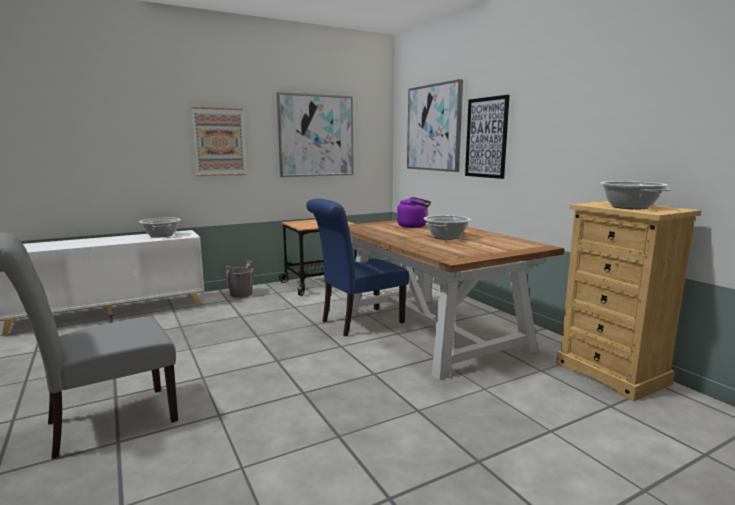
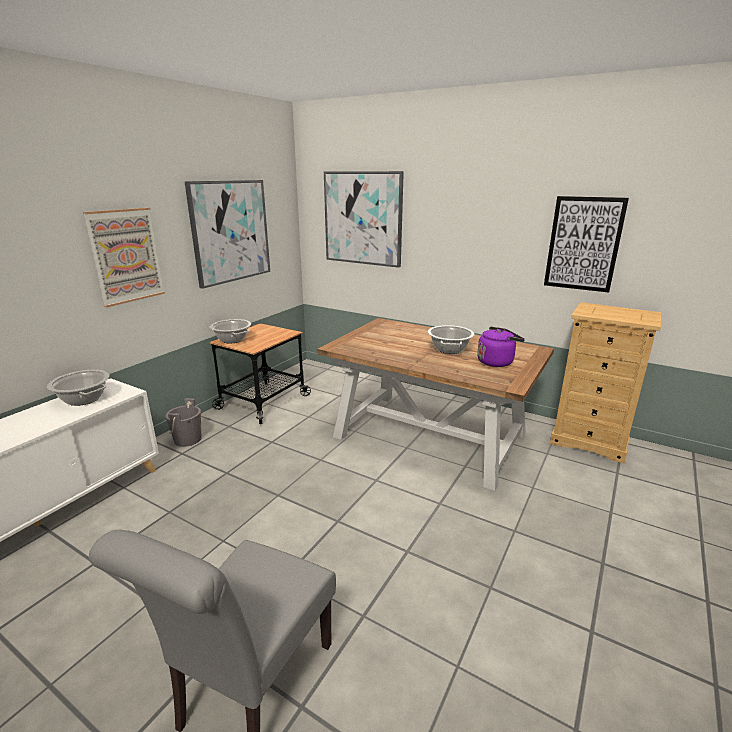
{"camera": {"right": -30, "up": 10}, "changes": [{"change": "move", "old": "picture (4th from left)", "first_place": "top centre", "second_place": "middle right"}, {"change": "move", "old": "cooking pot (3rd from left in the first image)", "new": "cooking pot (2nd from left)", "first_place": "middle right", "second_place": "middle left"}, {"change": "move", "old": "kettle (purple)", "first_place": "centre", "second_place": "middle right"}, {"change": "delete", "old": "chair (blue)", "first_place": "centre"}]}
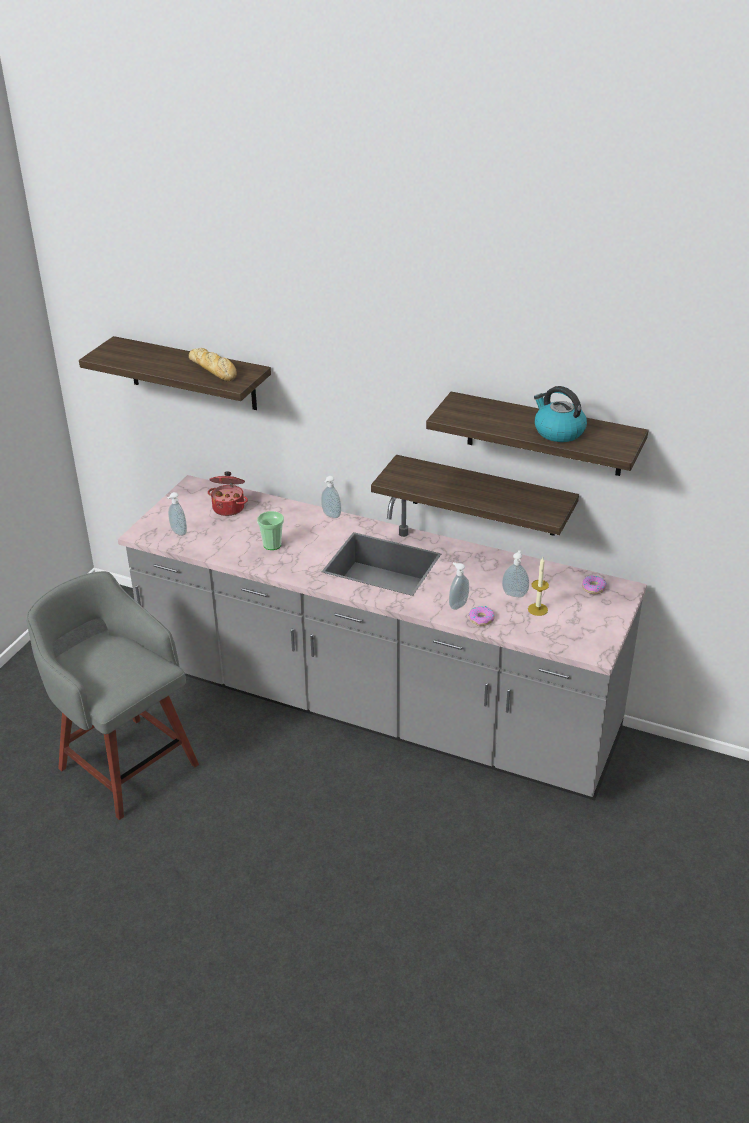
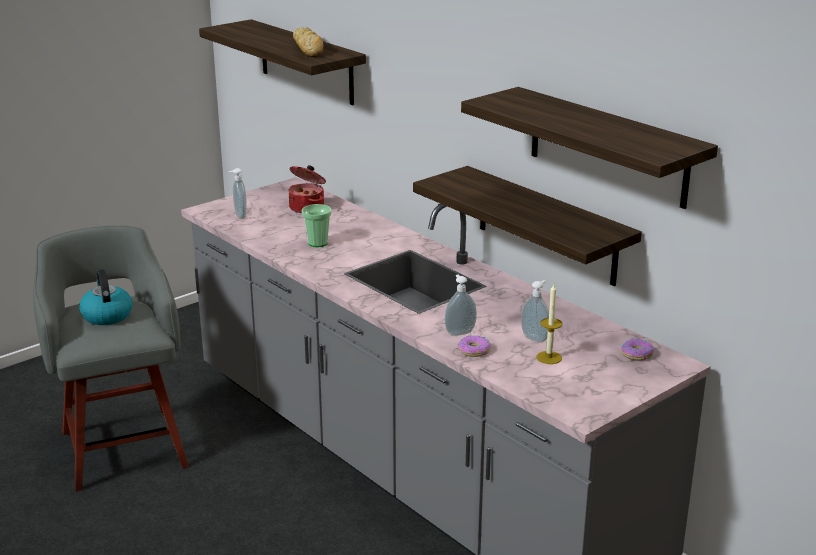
{"camera": {"right": 25, "up": -10}, "changes": [{"change": "move", "old": "kettle", "first_place": "middle right", "second_place": "middle left"}, {"change": "delete", "old": "soap dispenser (2nd from left)", "first_place": "centre"}]}
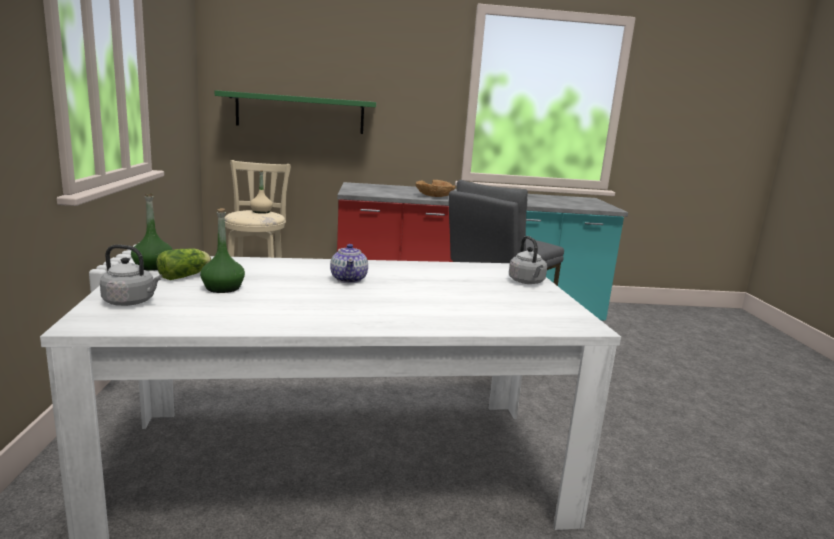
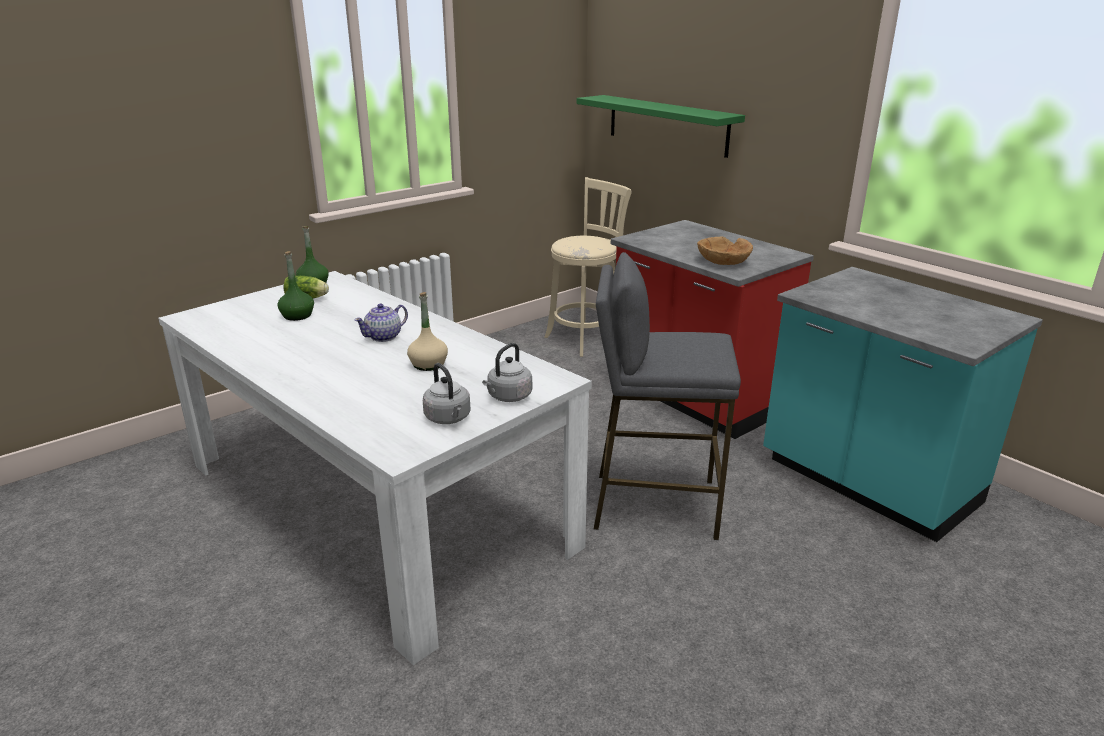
{"camera": {"right": 55, "up": 10}, "changes": [{"change": "move", "old": "bottle (beige)", "first_place": "middle left", "second_place": "centre"}, {"change": "move", "old": "kettle (grey) (1st from left)", "first_place": "middle left", "second_place": "centre"}]}
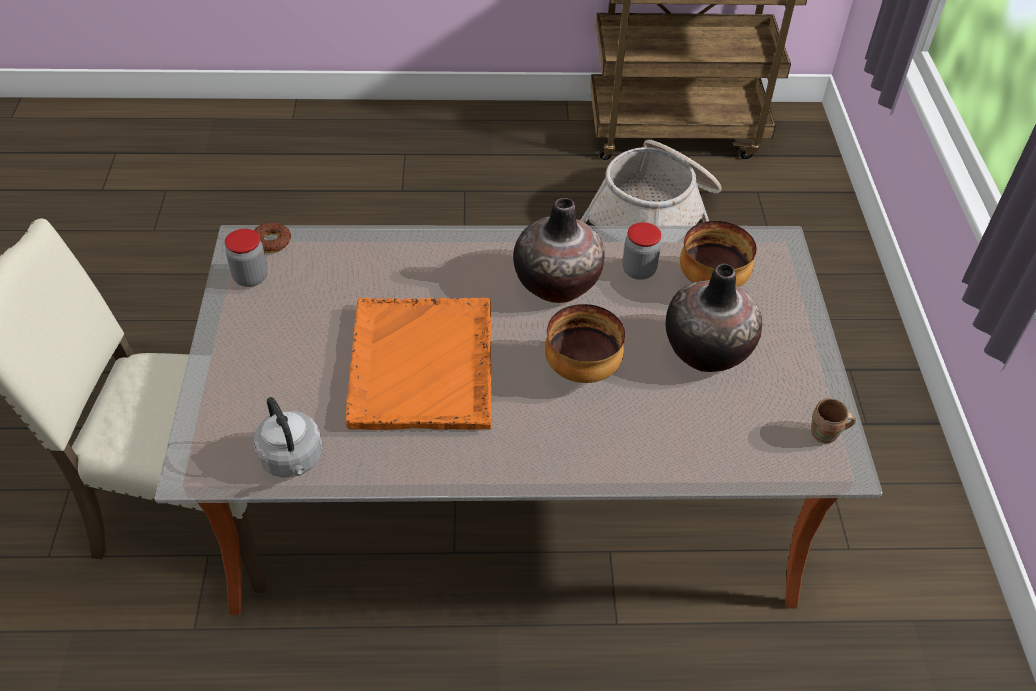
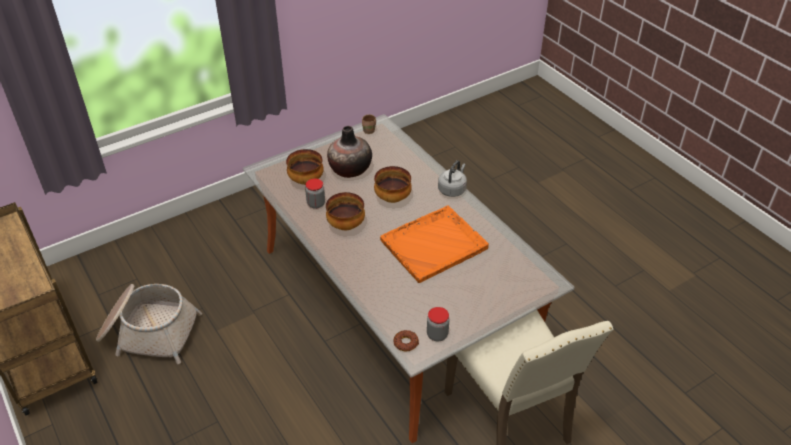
{"camera": {"right": -120, "up": -5}, "changes": [{"change": "replace", "old": "vase (1st from left)", "new": "bowl (2nd from left)", "first_place": "centre", "second_place": "centre"}, {"change": "move", "old": "kettle (grey)", "first_place": "middle left", "second_place": "centre"}]}
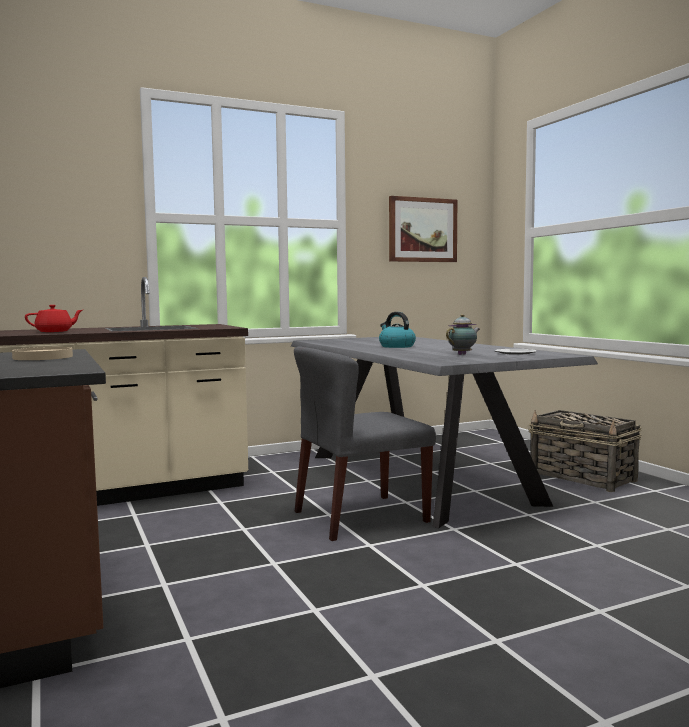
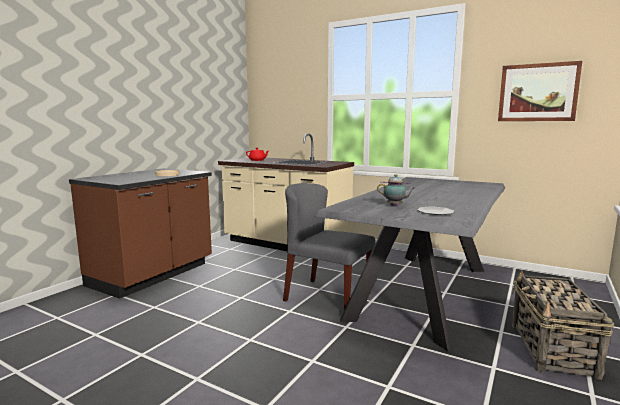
{"camera": {"right": 55, "up": 5}, "changes": [{"change": "delete", "old": "kettle", "first_place": "centre"}]}
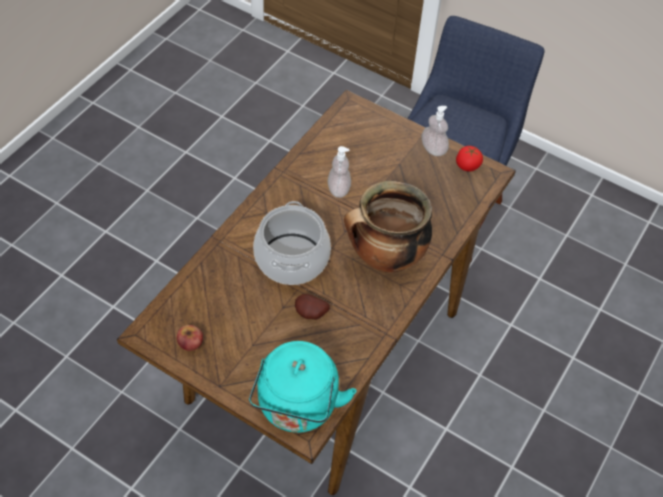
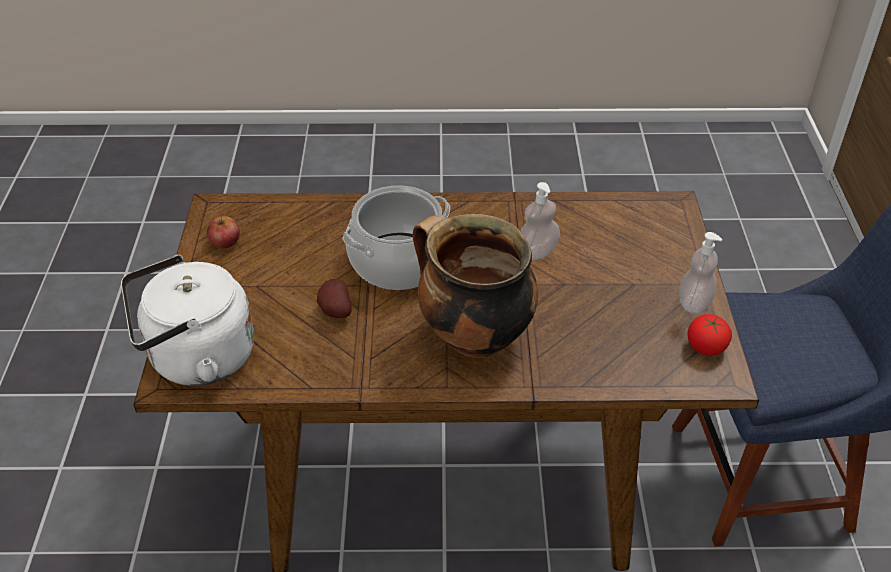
{"camera": {"right": 60, "up": -10}, "changes": [{"change": "recolor", "old": "kettle (turquoise)", "new": "kettle (white)", "first_place": "bottom centre", "second_place": "middle left"}]}
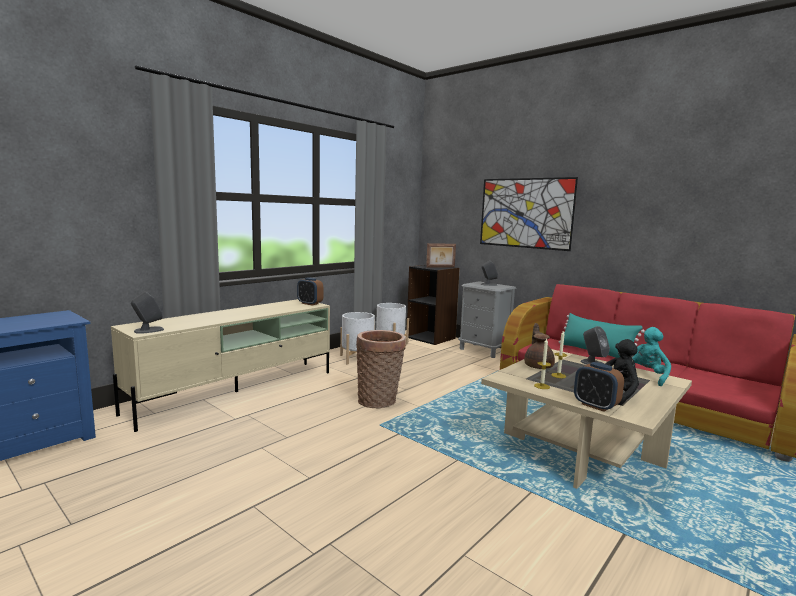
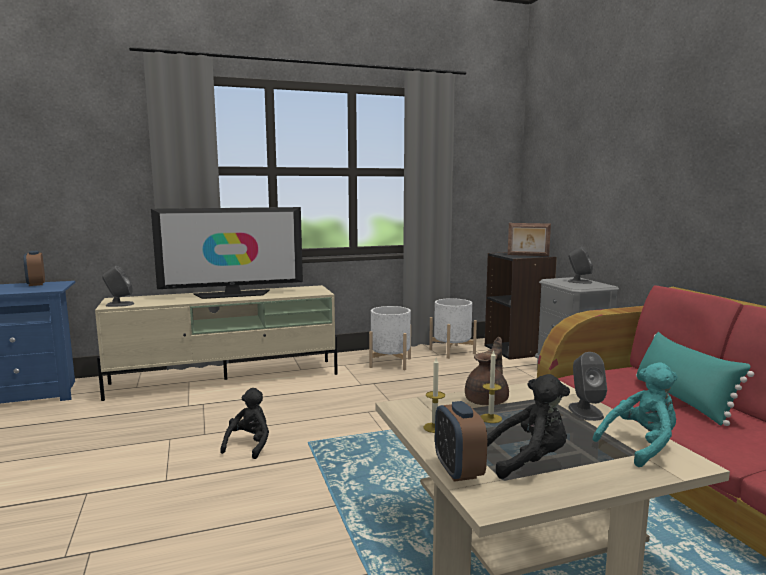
{"camera": {"right": 30, "up": 0}, "changes": [{"change": "delete", "old": "picture", "first_place": "centre"}, {"change": "move", "old": "alarm clock (1st from left)", "first_place": "centre", "second_place": "middle left"}, {"change": "delete", "old": "basket", "first_place": "centre"}, {"change": "insert", "new": "television", "second_place": "middle left"}, {"change": "insert", "new": "plush toy (black) (1st from left)", "second_place": "bottom left"}]}
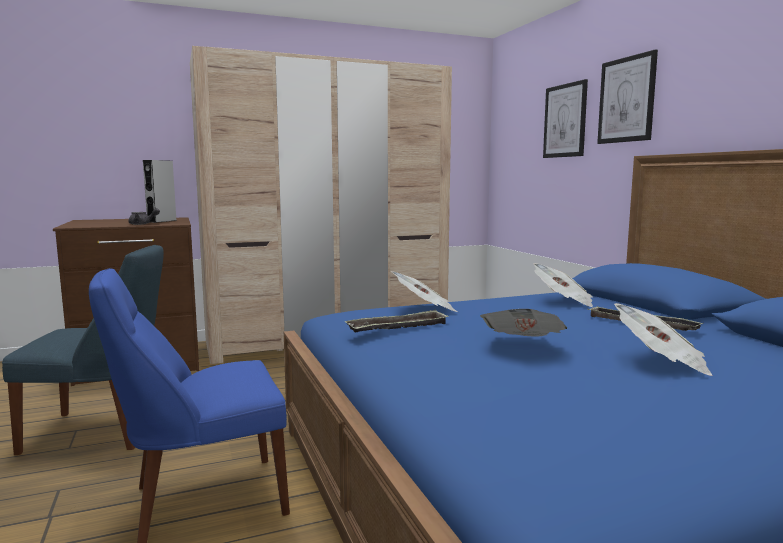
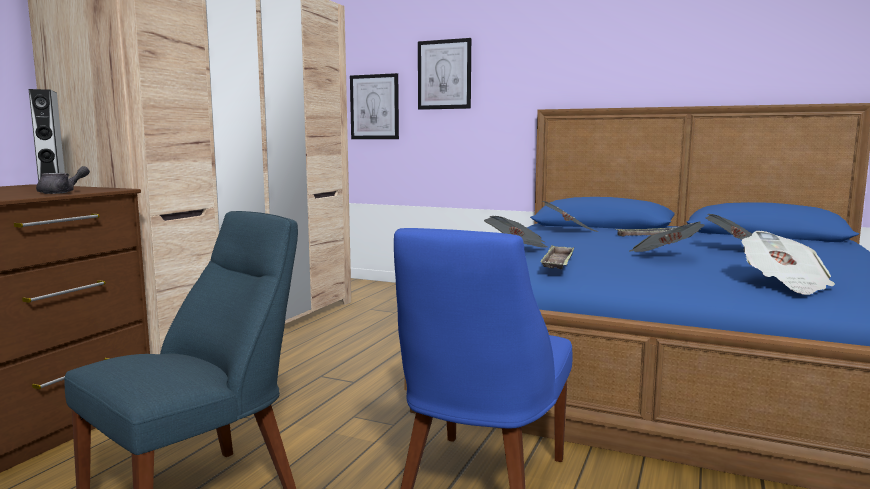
{"camera": {"right": -45, "up": 0}, "changes": [{"change": "move", "old": "picture (2nd from left in the first image)", "new": "picture (1st from left)", "first_place": "top right", "second_place": "top centre"}, {"change": "insert", "new": "newspaper (5th from left)", "second_place": "middle right"}]}
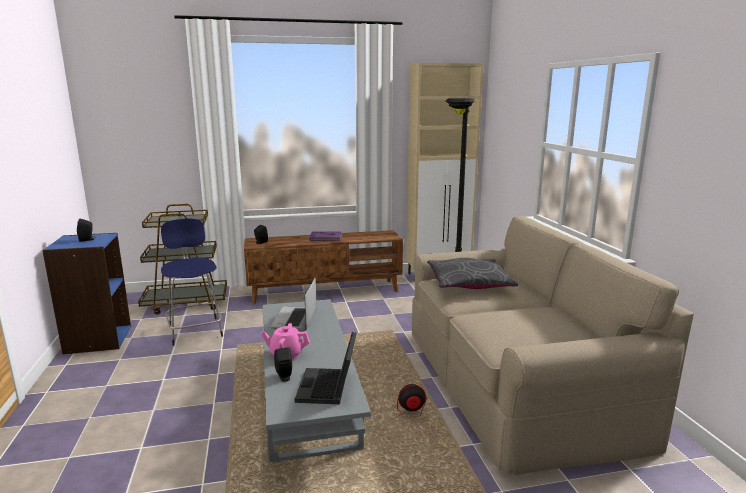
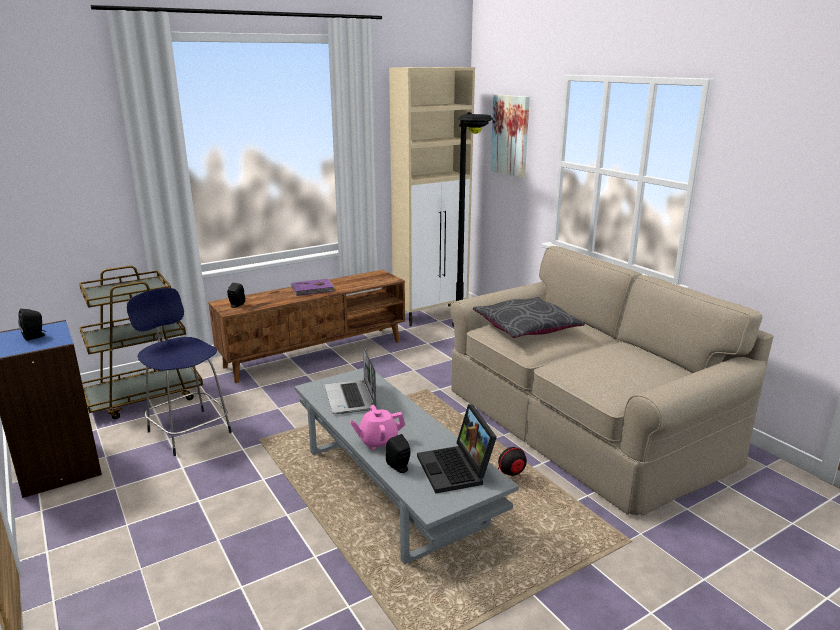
{"camera": {"right": -20, "up": 5}, "changes": [{"change": "insert", "new": "picture", "second_place": "top centre"}]}
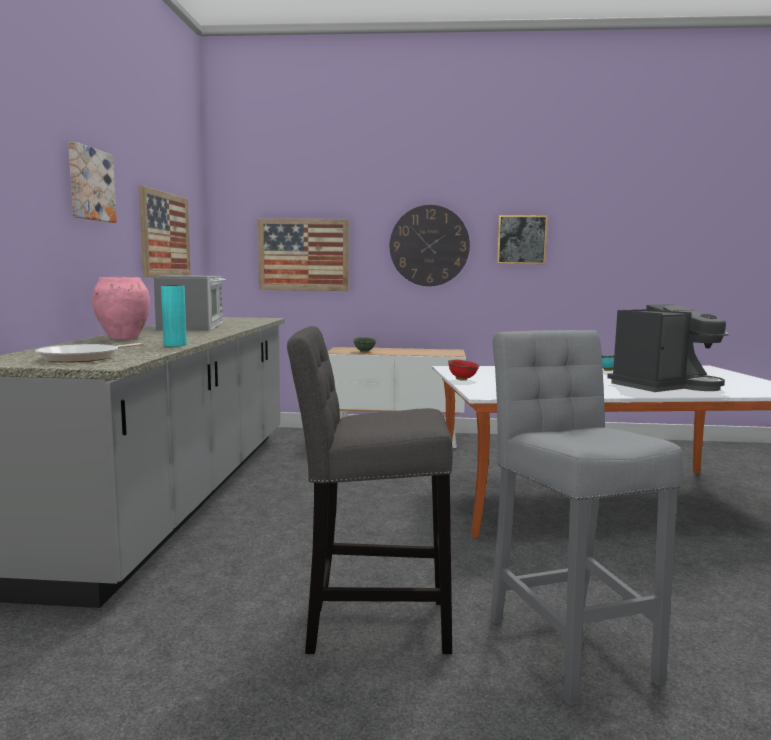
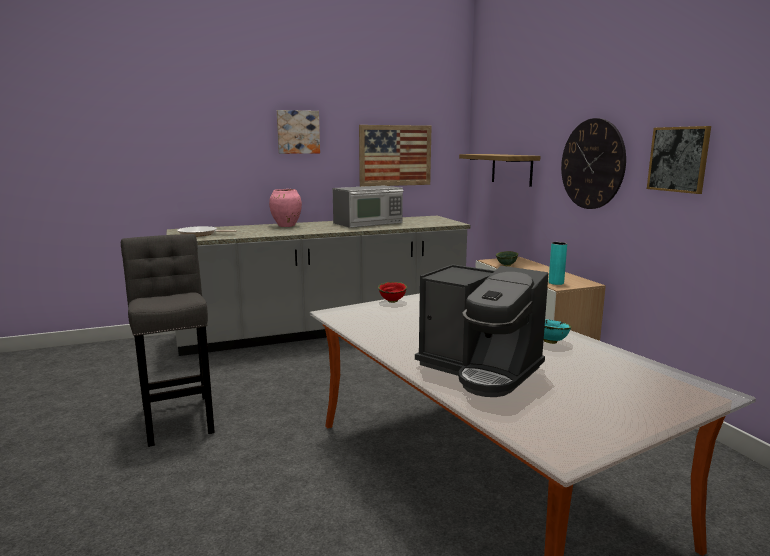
{"camera": {"right": 65, "up": 5}, "changes": [{"change": "replace", "old": "picture (3rd from left)", "new": "shelf", "first_place": "centre", "second_place": "top centre"}, {"change": "move", "old": "vase (turquoise)", "first_place": "middle left", "second_place": "middle right"}, {"change": "delete", "old": "stool (grey) (2nd from left)", "first_place": "bottom right"}]}
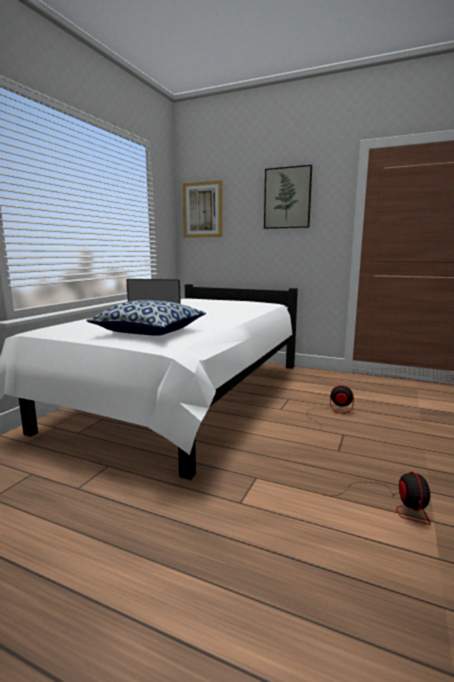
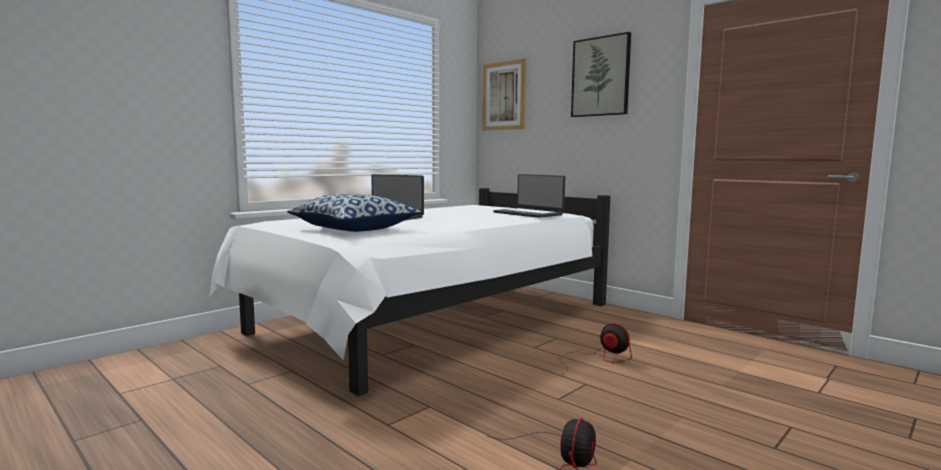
{"camera": {"right": 20, "up": -5}, "changes": [{"change": "insert", "new": "laptop (2nd from left)", "second_place": "centre"}]}
